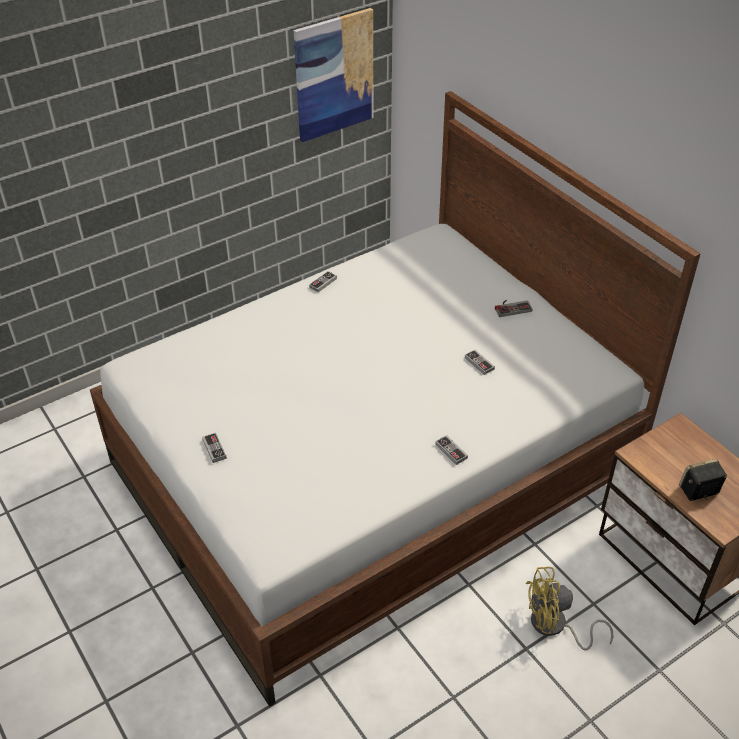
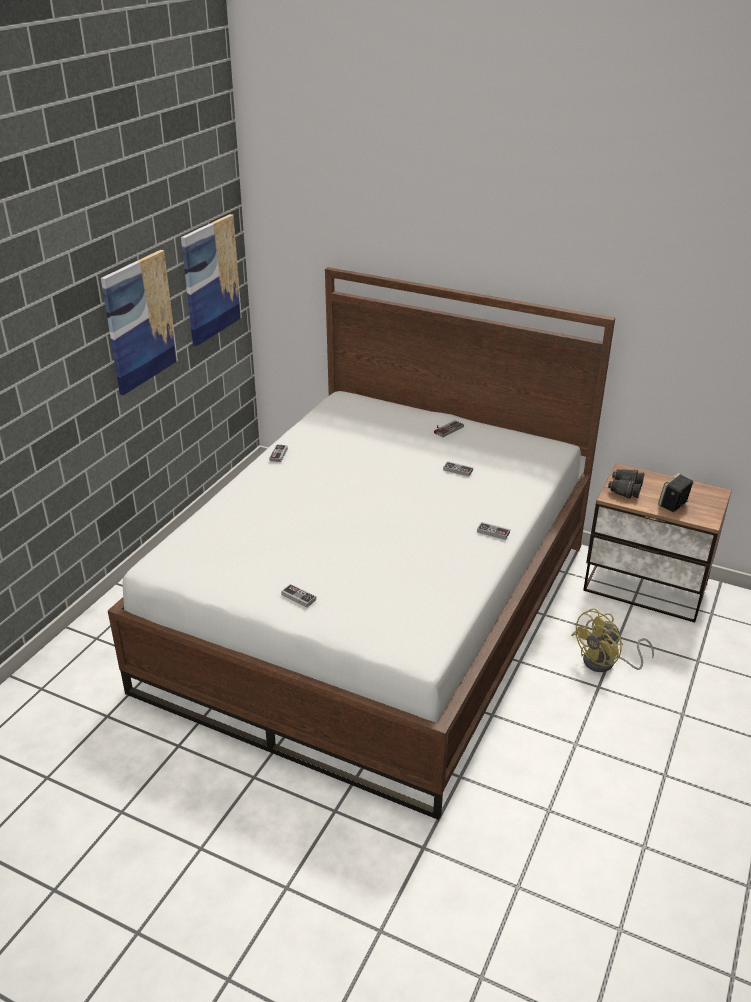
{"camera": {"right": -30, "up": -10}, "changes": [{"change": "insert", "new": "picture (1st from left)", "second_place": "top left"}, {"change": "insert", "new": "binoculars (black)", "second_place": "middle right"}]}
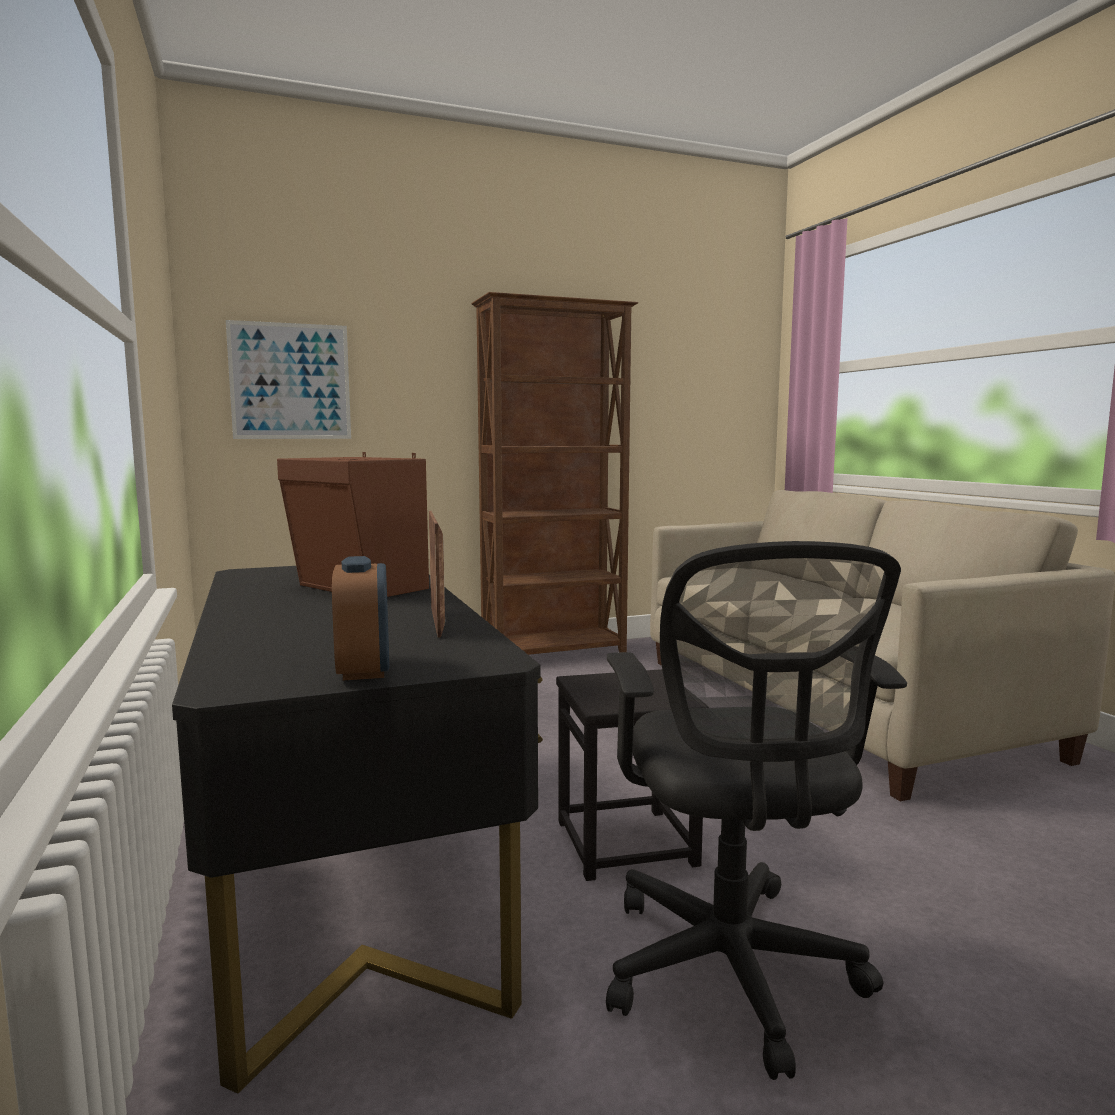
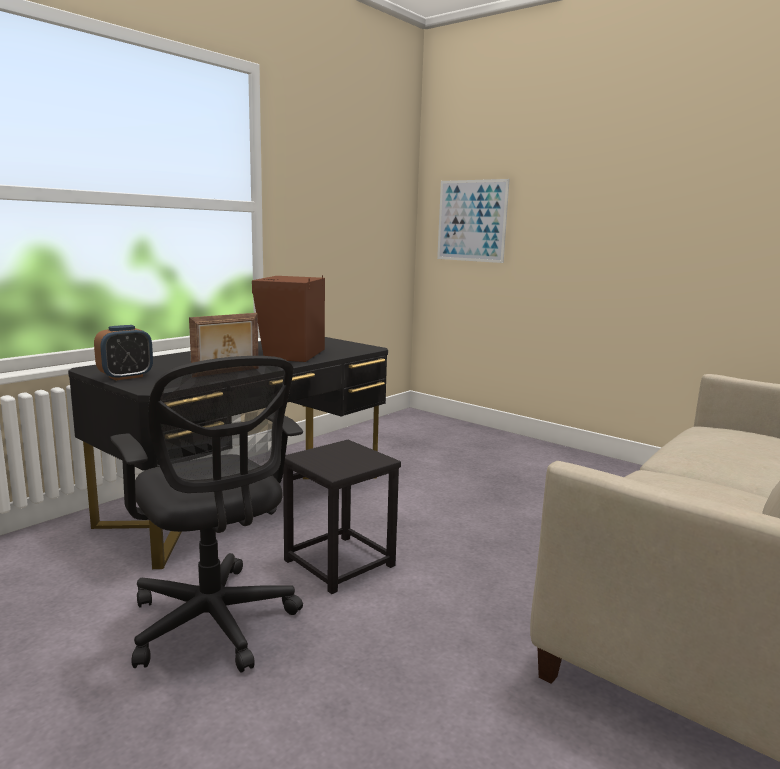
{"camera": {"right": 60, "up": 5}, "changes": [{"change": "delete", "old": "bookcase (brown)", "first_place": "centre"}, {"change": "rotate", "old": "office chair (black)", "first_place": "bottom right", "second_place": "bottom left", "degrees": -90}]}
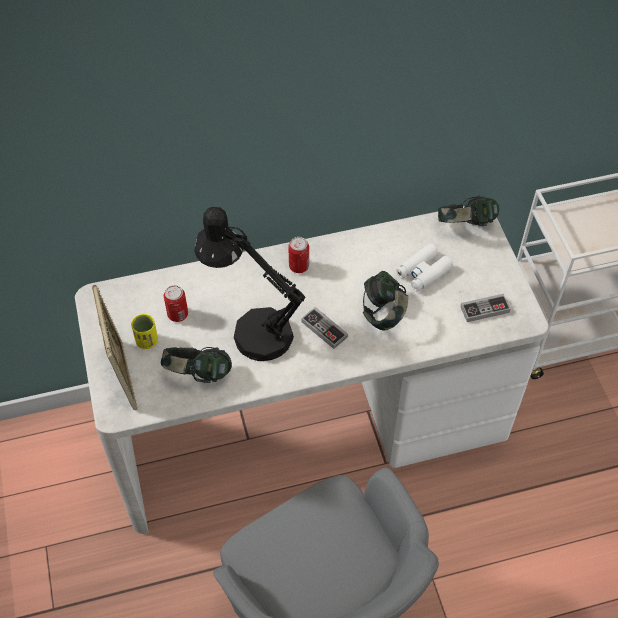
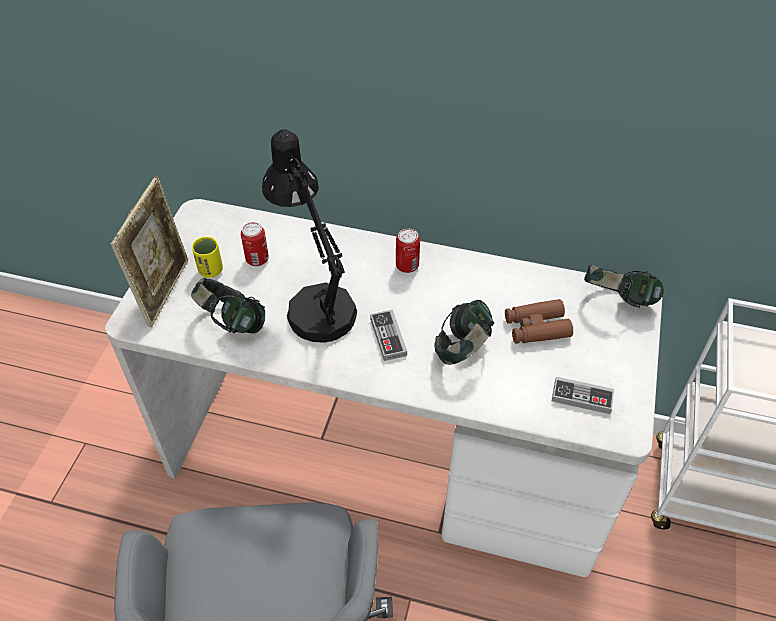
{"camera": {"right": 30, "up": -5}, "changes": [{"change": "recolor", "old": "binoculars (white)", "new": "binoculars (brown)", "first_place": "middle right", "second_place": "middle right"}]}
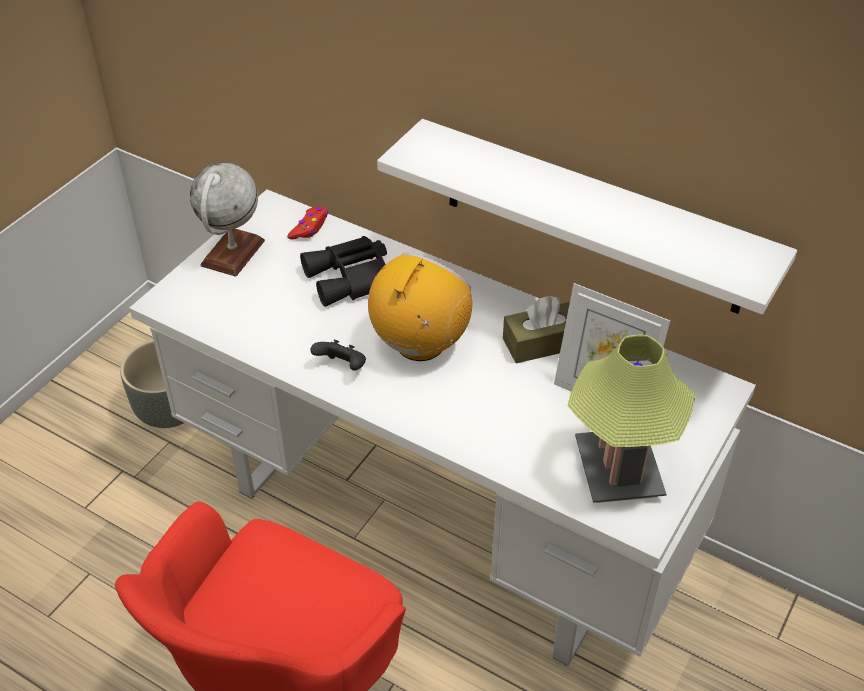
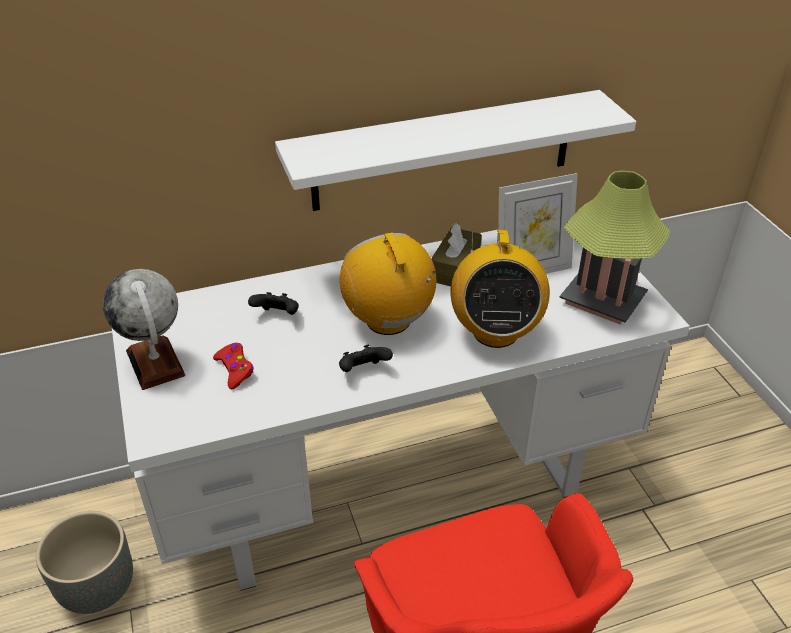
{"camera": {"right": -50, "up": -5}, "changes": [{"change": "move", "old": "game controller (red)", "first_place": "top centre", "second_place": "middle left"}, {"change": "replace", "old": "binoculars (black)", "new": "game controller (black) (1st from left)", "first_place": "centre", "second_place": "centre"}, {"change": "insert", "new": "radio (2nd from left)", "second_place": "centre"}]}
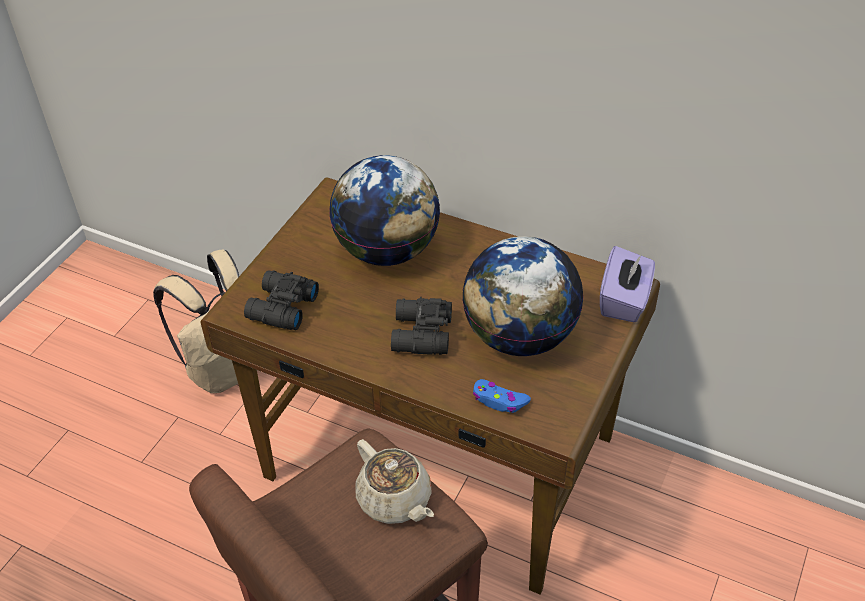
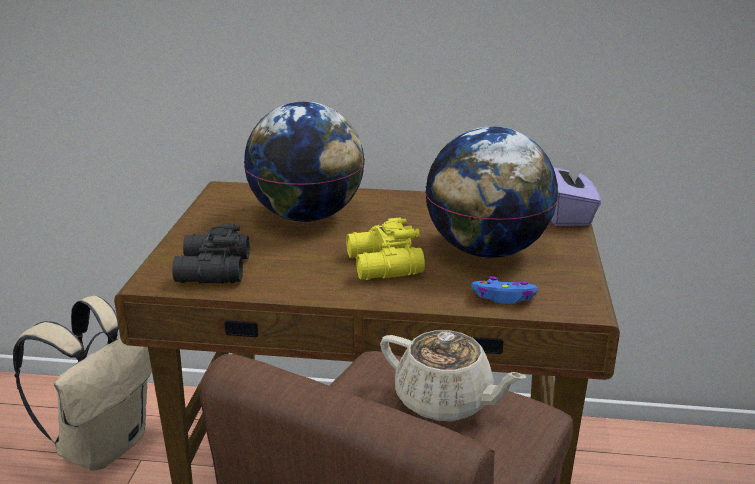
{"camera": {"right": -20, "up": -20}, "changes": [{"change": "recolor", "old": "binoculars (black) (2nd from left)", "new": "binoculars (yellow)", "first_place": "centre", "second_place": "centre"}]}
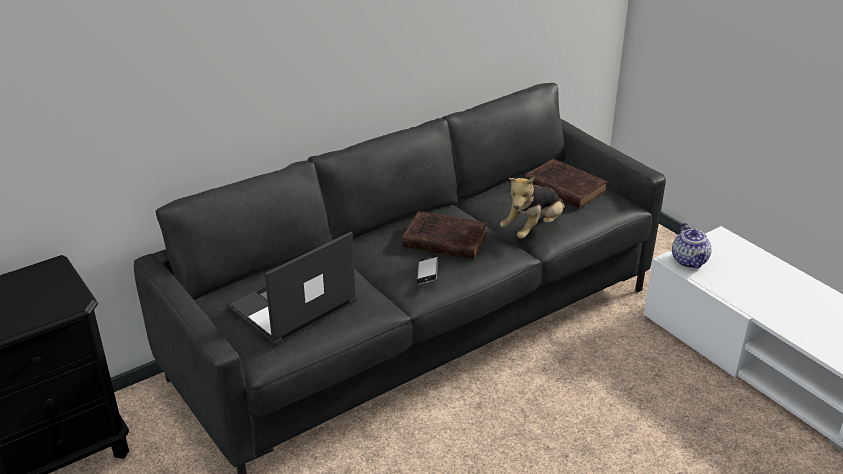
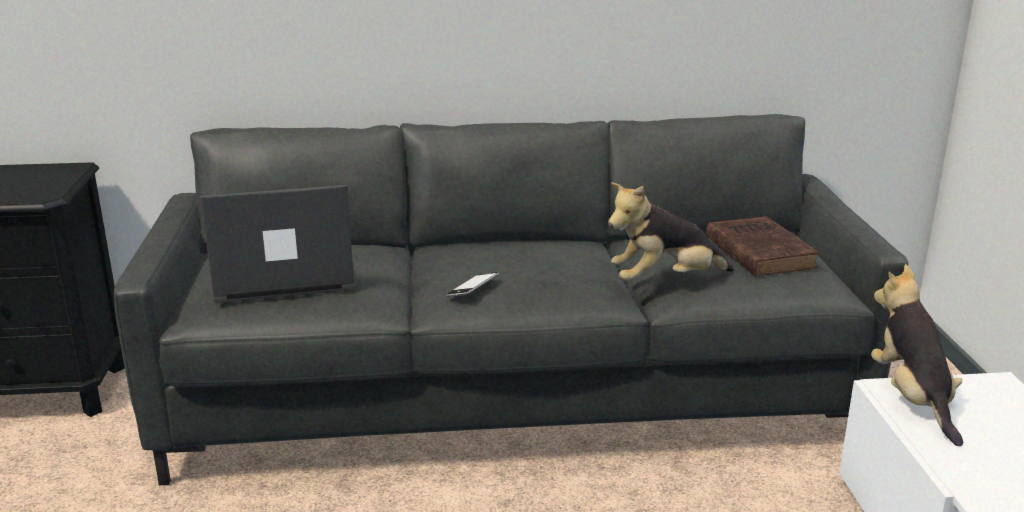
{"camera": {"right": 30, "up": -10}, "changes": [{"change": "delete", "old": "book (brown) (1st from left)", "first_place": "centre"}, {"change": "replace", "old": "teapot", "new": "plush toy (2nd from left)", "first_place": "middle right", "second_place": "bottom right"}]}
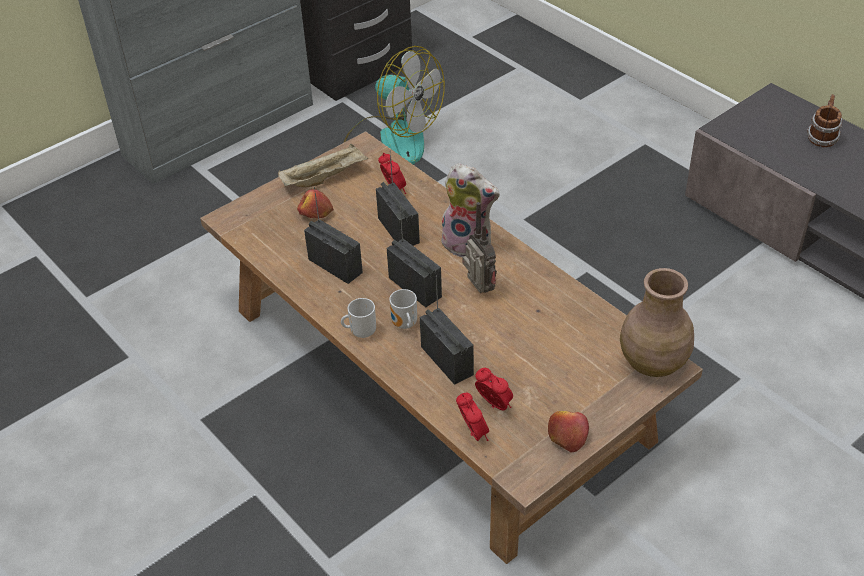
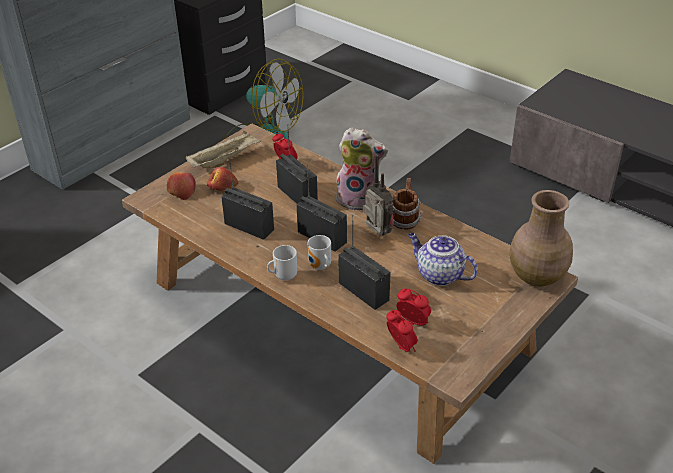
{"camera": {"right": -10, "up": -5}, "changes": [{"change": "move", "old": "mug (3rd from left)", "first_place": "top right", "second_place": "centre"}, {"change": "move", "old": "apple (2nd from left in the first image)", "new": "apple (1st from left)", "first_place": "bottom centre", "second_place": "middle left"}, {"change": "insert", "new": "teapot", "second_place": "centre"}]}
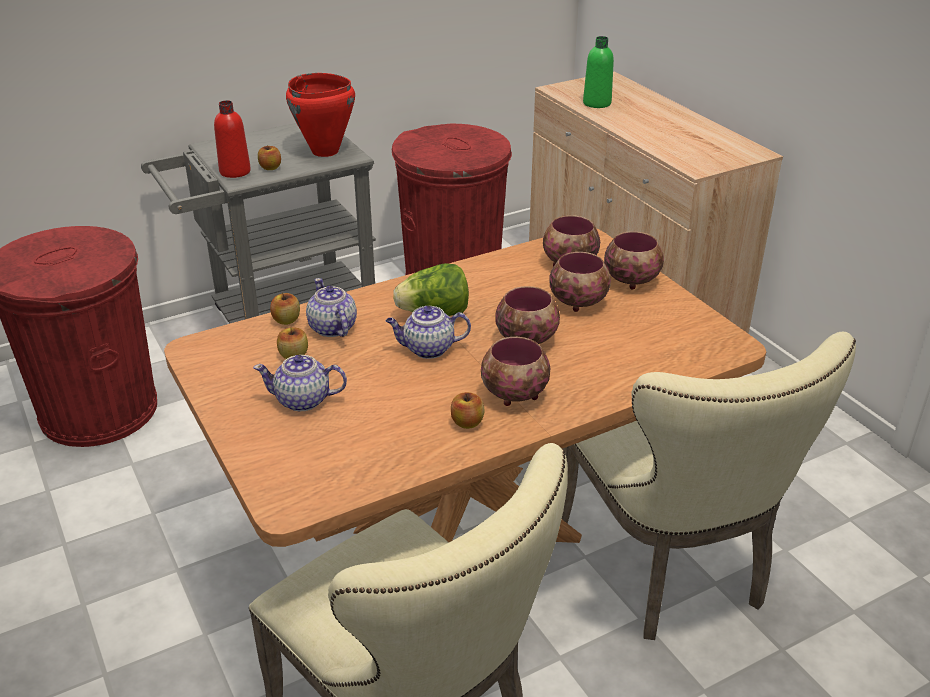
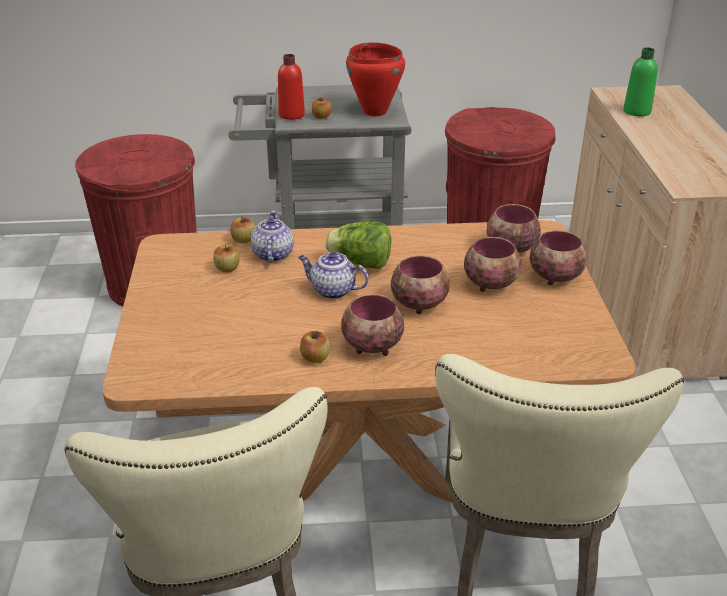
{"camera": {"right": 25, "up": 0}, "changes": [{"change": "delete", "old": "teapot (1st from left)", "first_place": "middle left"}]}
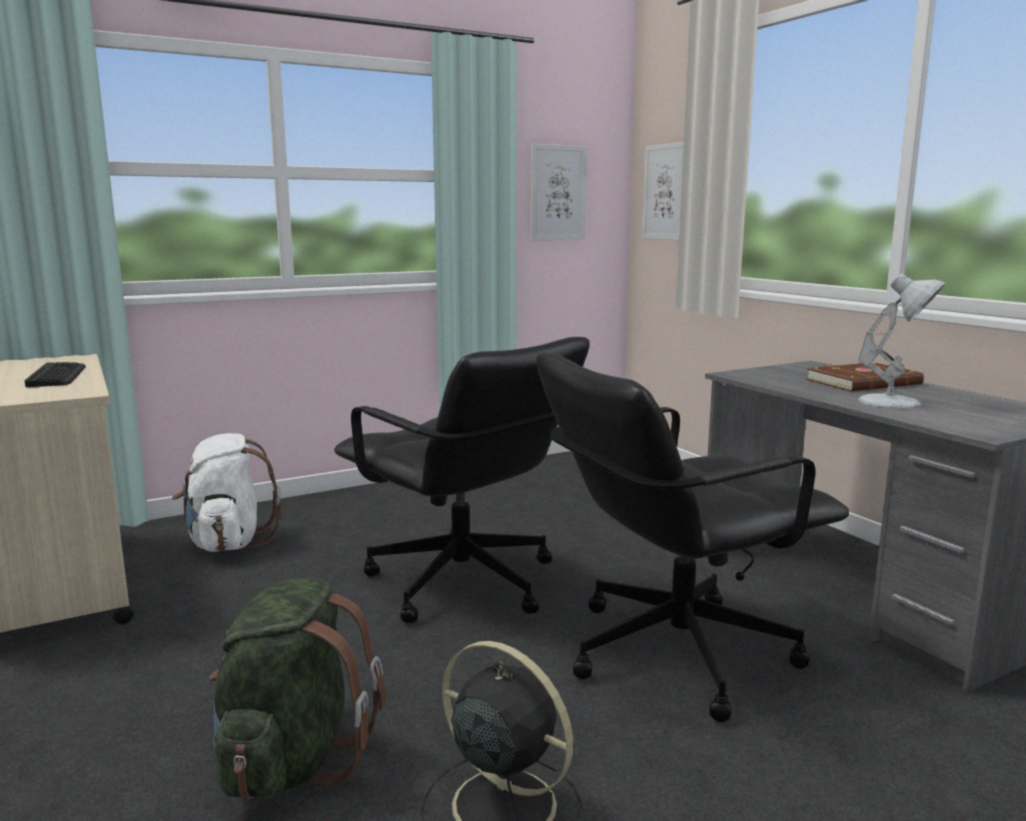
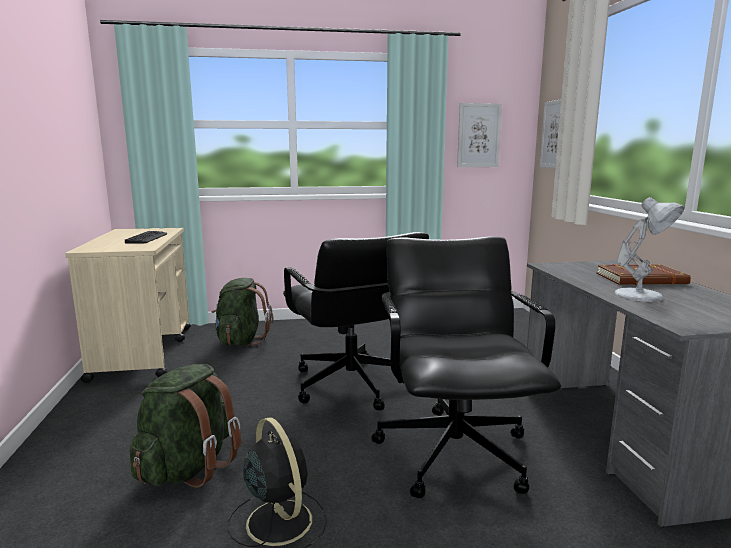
{"camera": {"right": 20, "up": 0}, "changes": [{"change": "rotate", "old": "office chair (black) (2nd from left)", "first_place": "middle right", "second_place": "bottom centre", "degrees": 90}, {"change": "recolor", "old": "backpack (white)", "new": "backpack (green) (2nd from left)", "first_place": "middle left", "second_place": "middle left"}]}
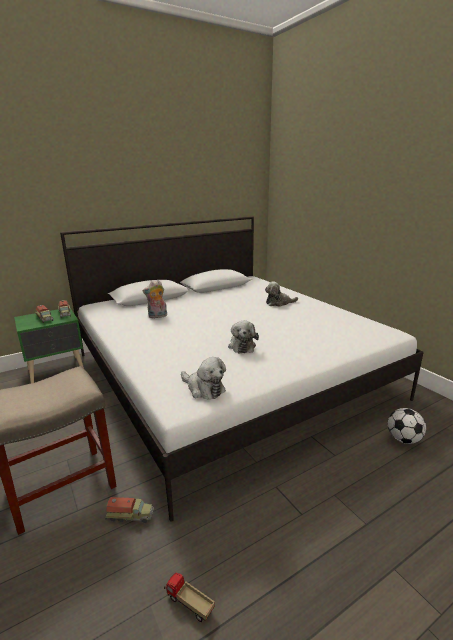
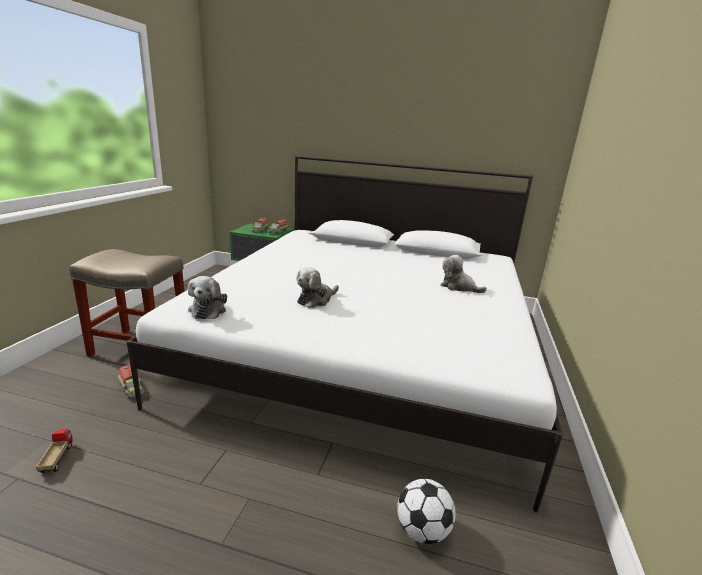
{"camera": {"right": 45, "up": 0}, "changes": [{"change": "delete", "old": "plush toy (1st from left)", "first_place": "centre"}]}
